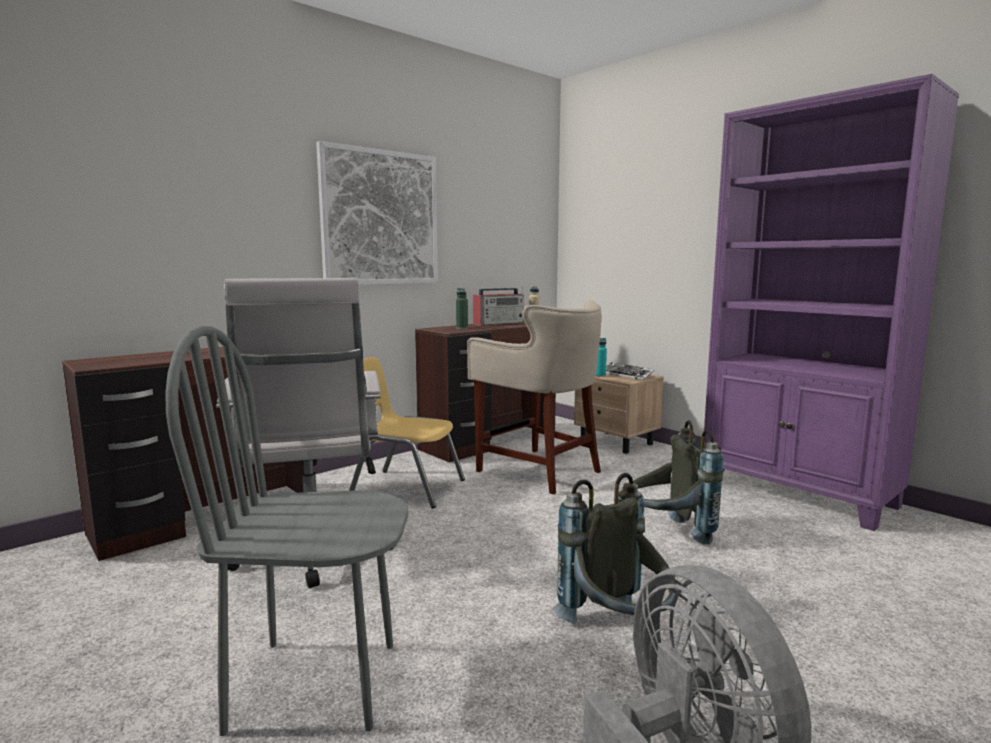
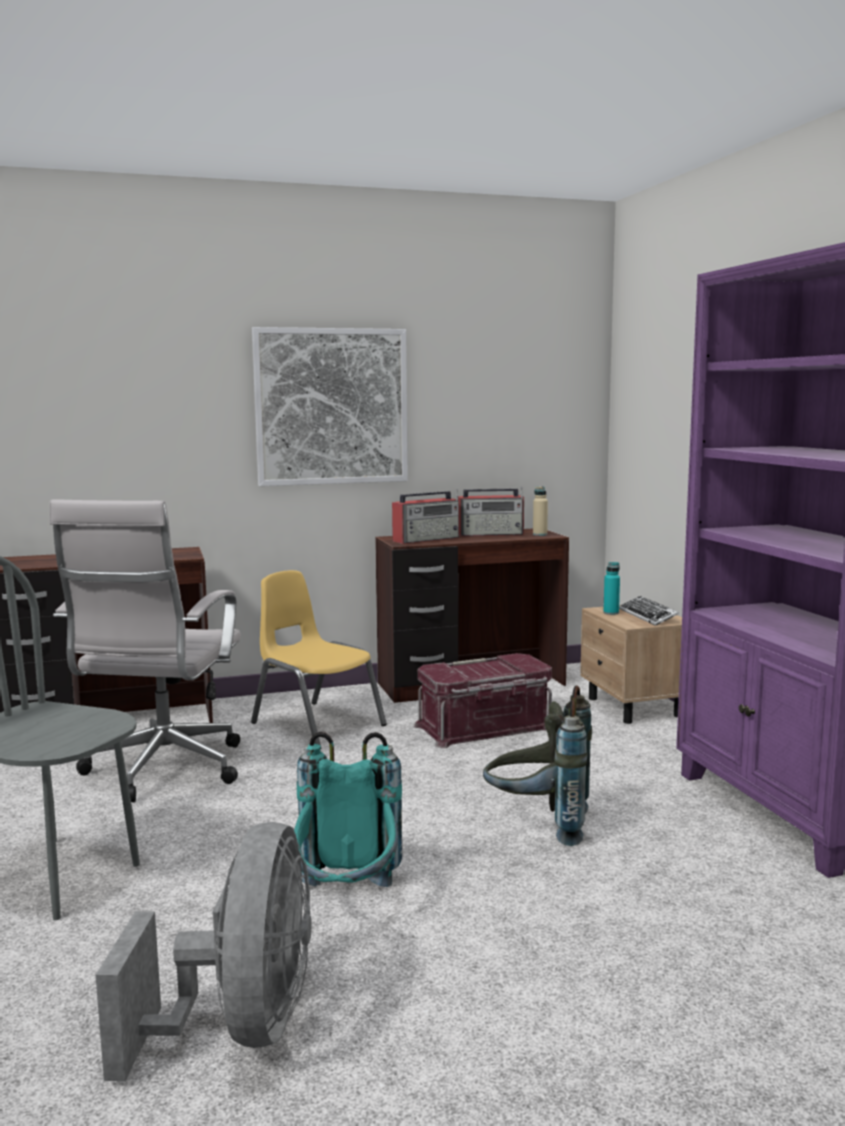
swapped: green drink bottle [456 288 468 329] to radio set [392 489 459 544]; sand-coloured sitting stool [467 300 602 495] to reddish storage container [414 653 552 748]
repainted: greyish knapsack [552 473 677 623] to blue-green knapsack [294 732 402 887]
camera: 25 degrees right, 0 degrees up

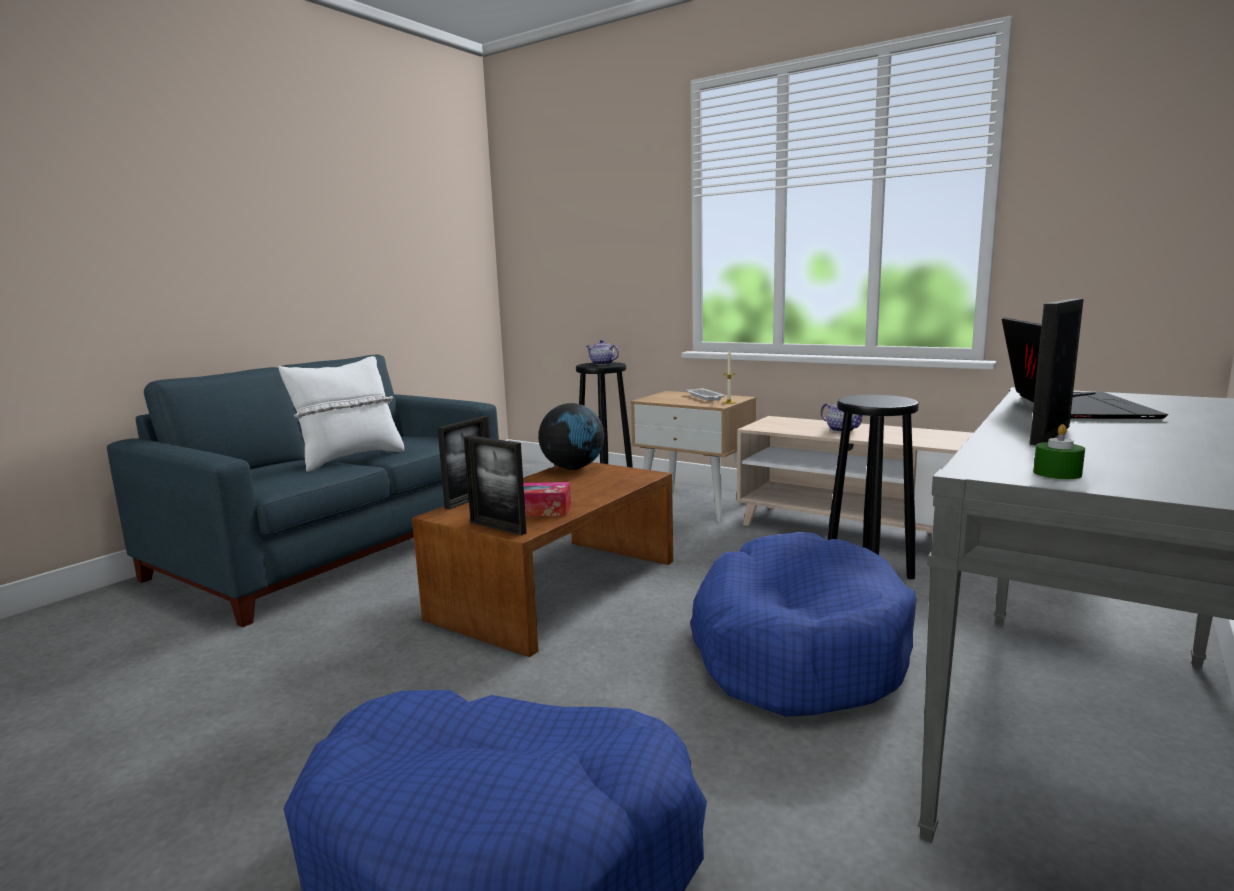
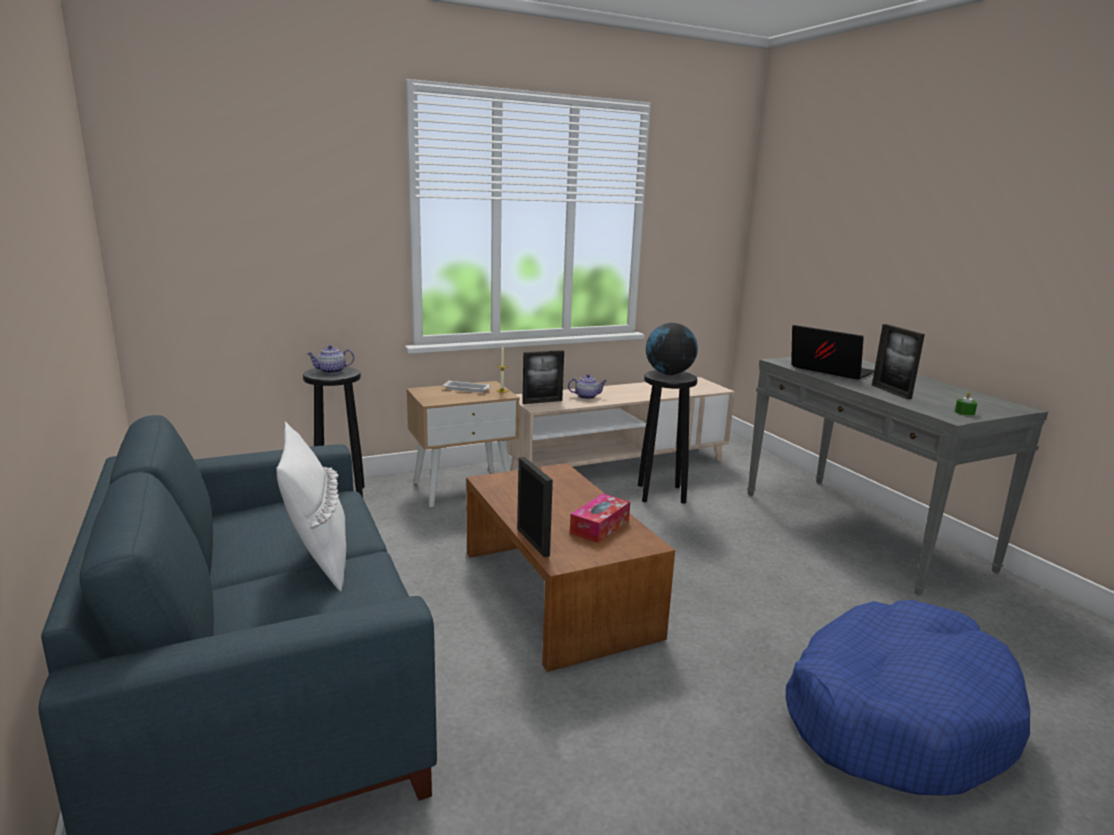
gone: blue dog cushion [690 532 917 717]
shifted: photo frame [464 435 527 536] to [522 350 564 404]; world globe [538 403 604 470] to [646 323 698 375]
camera: 60 degrees left, 5 degrees up

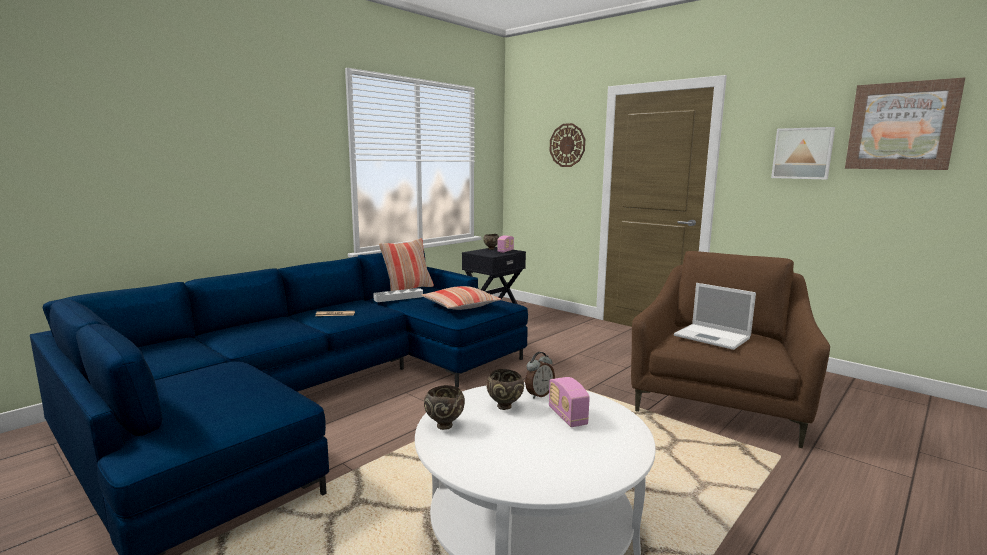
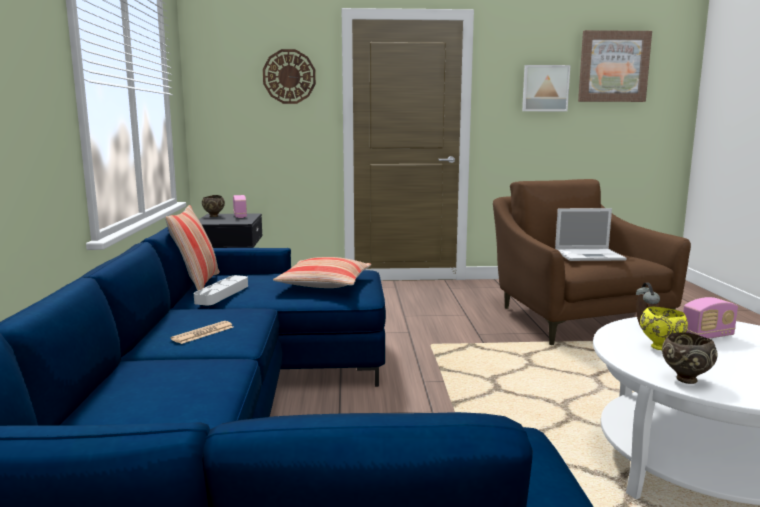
repainted: brown deep dish [486 369 524 410] to yellowish deep dish [640 307 688 350]
rotated: radio set [549 377 590 427] = [683 297 738 339] 45 degrees counterclockwise
camera: 45 degrees left, 0 degrees up

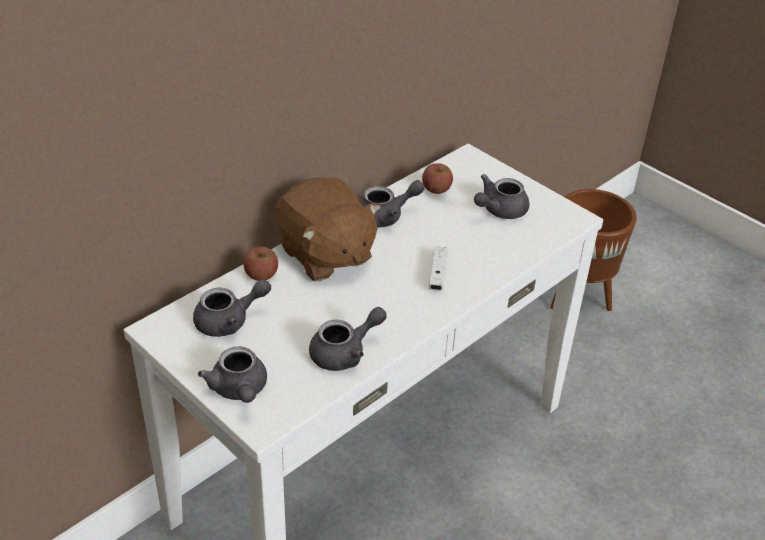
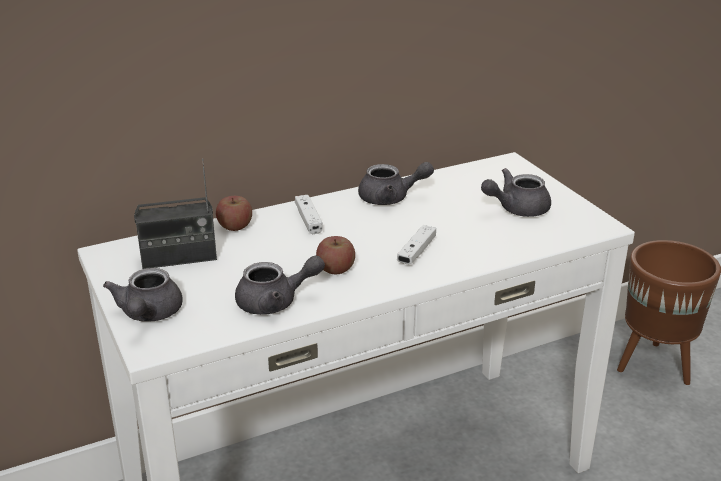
shifted: apple [422 163 453 194] to [316 236 355 274]
swapped: greyish pot for tea [193 279 271 337] to radio set [134 158 217 269]; brown plush toy [275 177 381 281] to white-coloured joypad [295 195 323 234]
camera: 20 degrees right, 10 degrees down

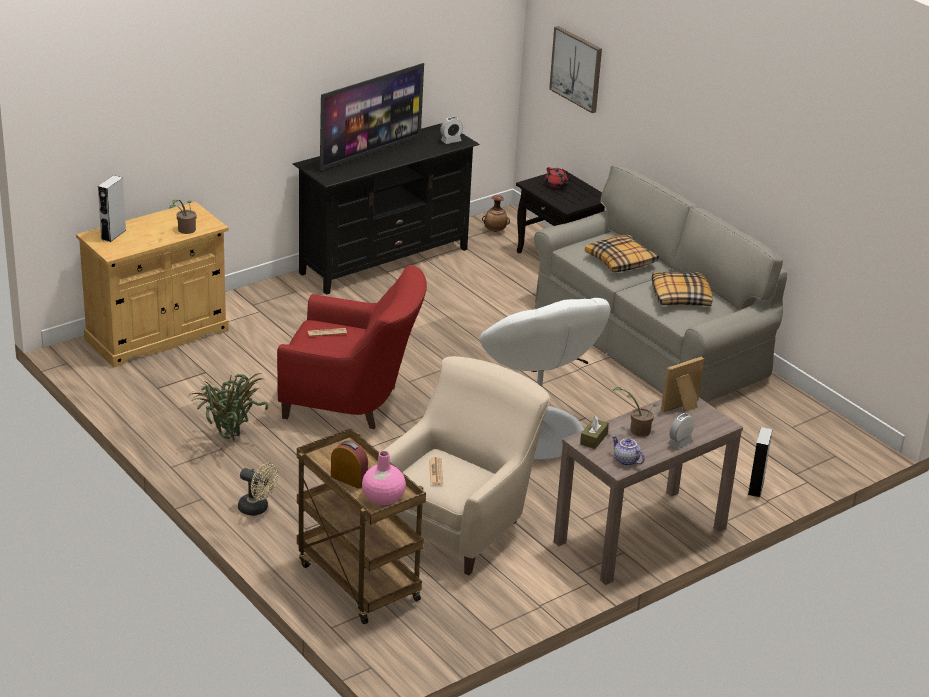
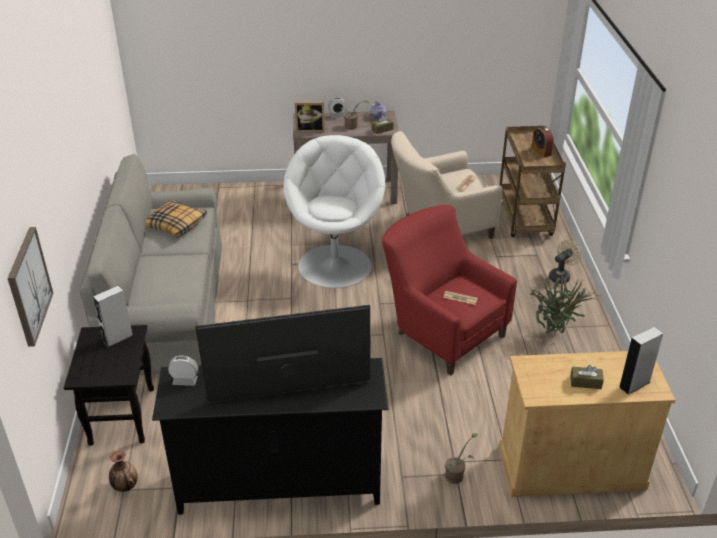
gone: pinkish vase [362 451 406 505]; reddish pot for tea [545 167 568 188]; throw pillow [585 235 659 272]
new: brown tissue holder [570 365 604 389]
shifted: plant in a pot [169 200 197 234] to [445 433 478 484]; greyish loudspeaker [748 427 773 497] to [93 286 133 347]
rotated: sand-coloured cooling fan [238 463 278 516] = [549 240 581 284] 75 degrees clockwise
camera: 145 degrees left, 5 degrees up

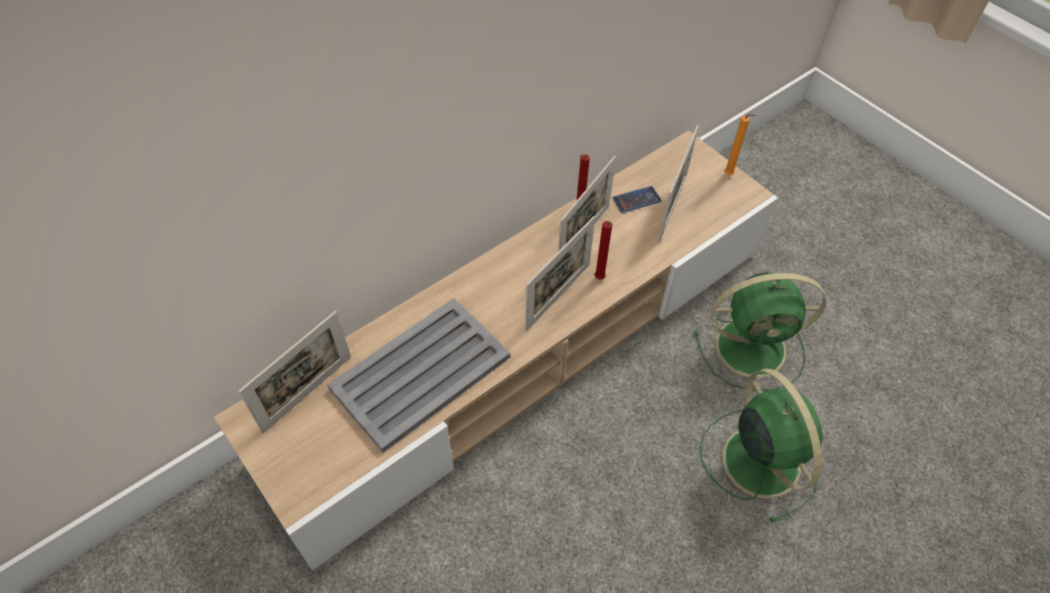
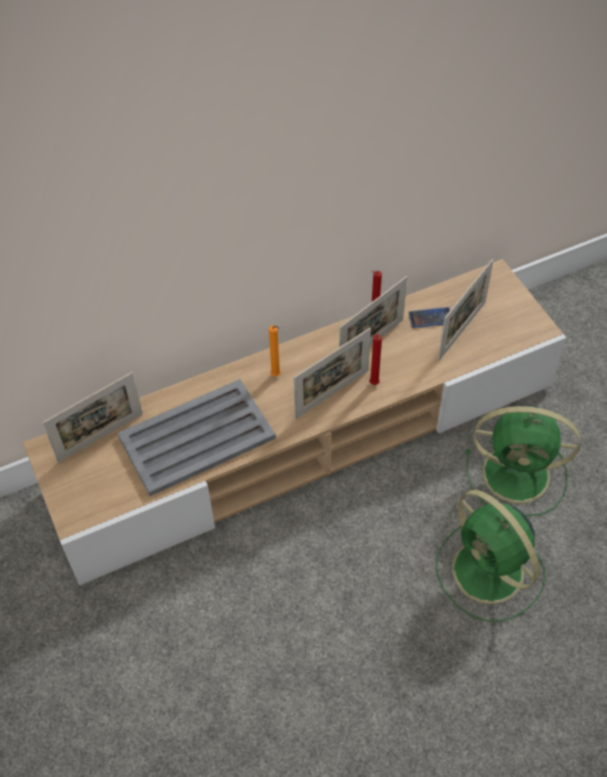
shifted: orangey wax light [724 114 756 175] to [269 325 281 376]
rotated: green cooling fan [700 368 823 523] = [436 490 546 622] 150 degrees clockwise
camera: 15 degrees right, 0 degrees up

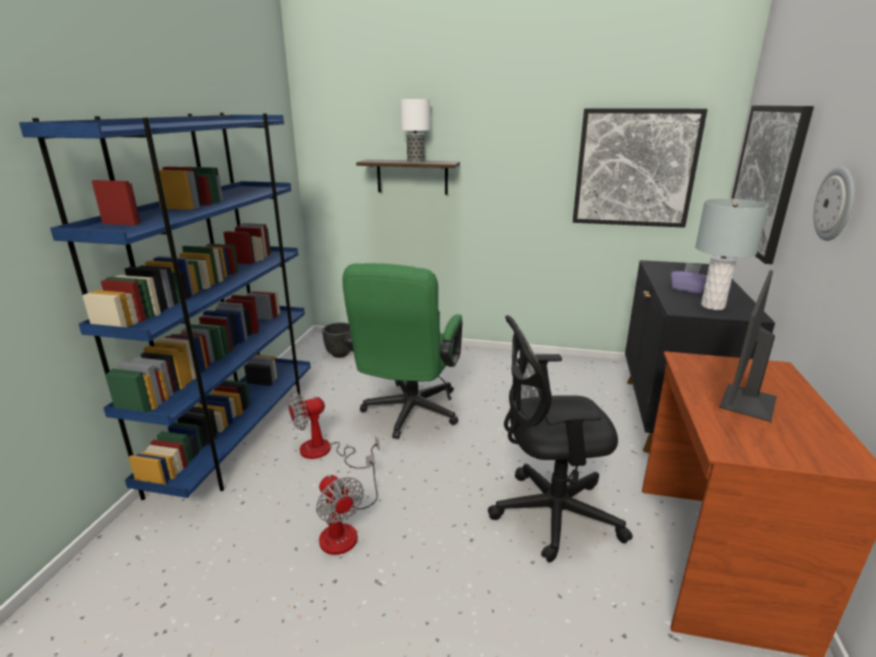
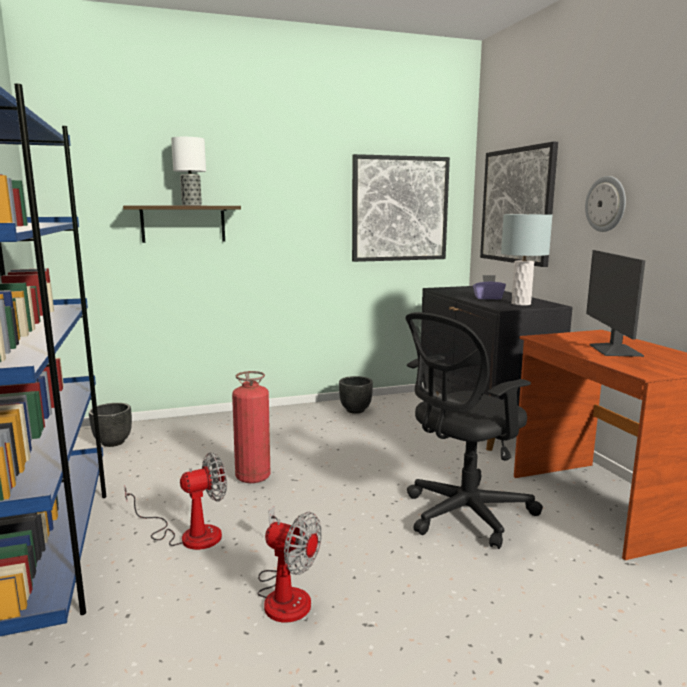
new: black-coloured plant pot [339 376 373 414]
swapped: green office chair [342 263 463 439] to extinguisher [232 371 270 483]
rotated: cooling fan [288 392 380 469] = [124 452 227 550] 150 degrees counterclockwise
camera: 30 degrees left, 10 degrees down

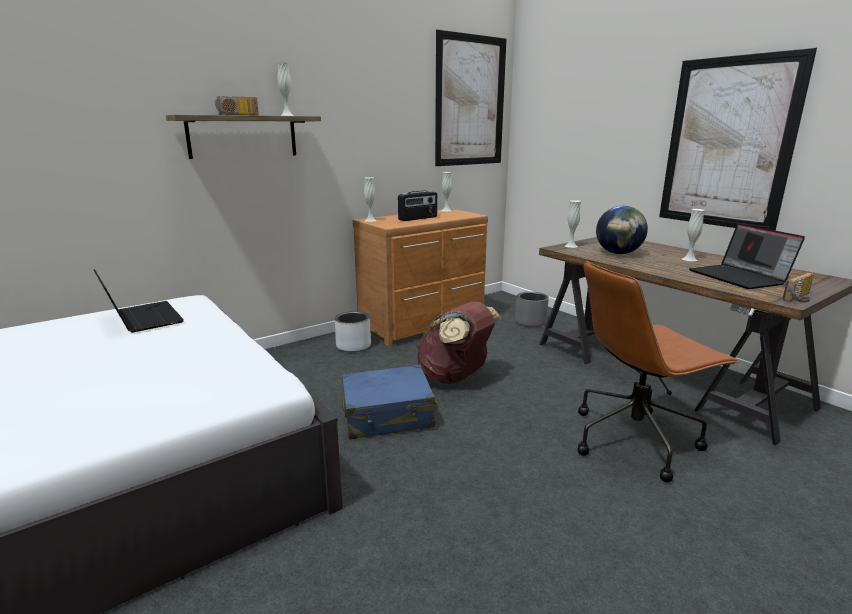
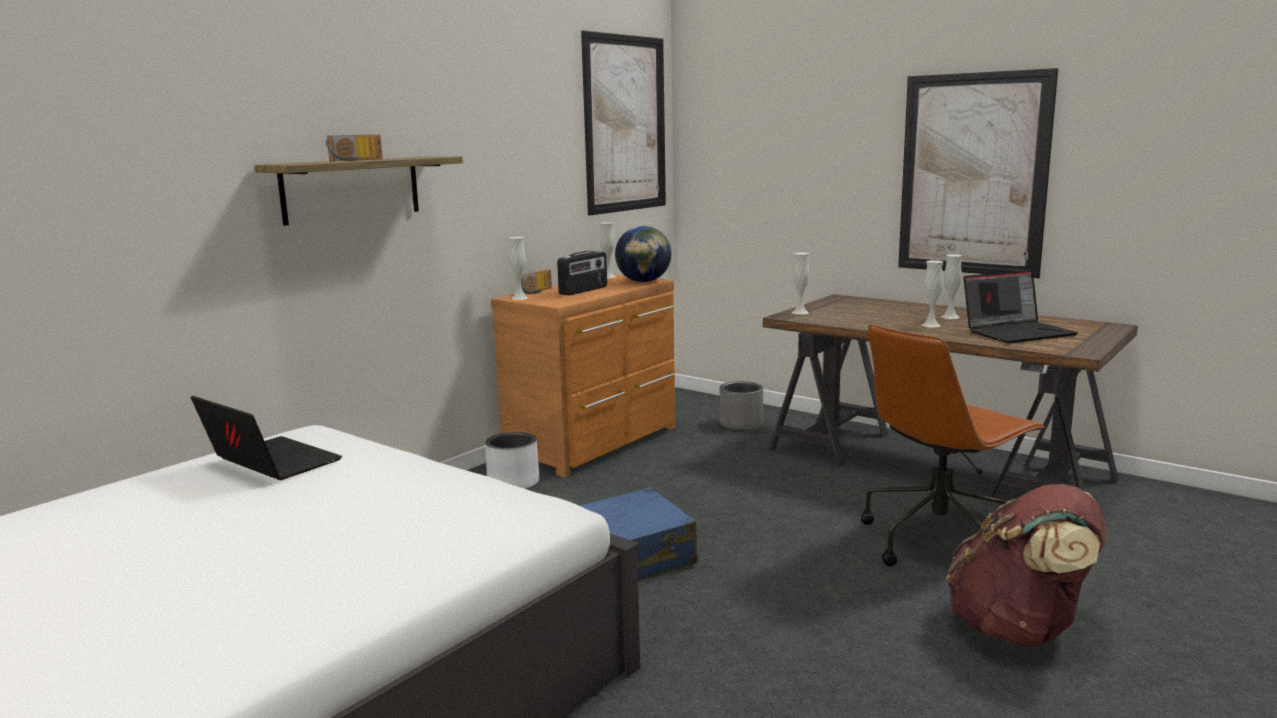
shifted: white-coloured vase [277 62 293 116] to [922 260 943 327]; brown knapsack [417 302 501 384] to [946 484 1106 647]; world globe [596 206 648 254] to [615 226 671 282]; radio set [783 273 814 303] to [521 269 552 294]
rotated: laptop [689 223 805 289] = [963 270 1078 343] 75 degrees counterclockwise
camera: 15 degrees left, 5 degrees down

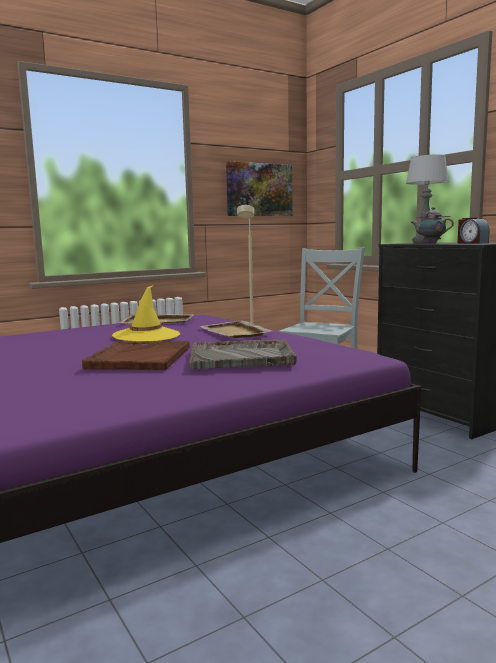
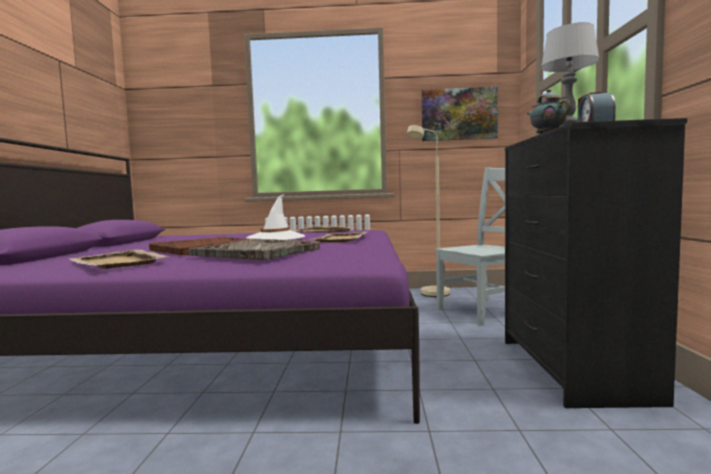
new: sand-coloured tray [69 249 169 269]
repainted: yellowish clothing hat [112 285 180 342] to white-coloured clothing hat [246 194 305 240]
camera: 35 degrees right, 5 degrees down

